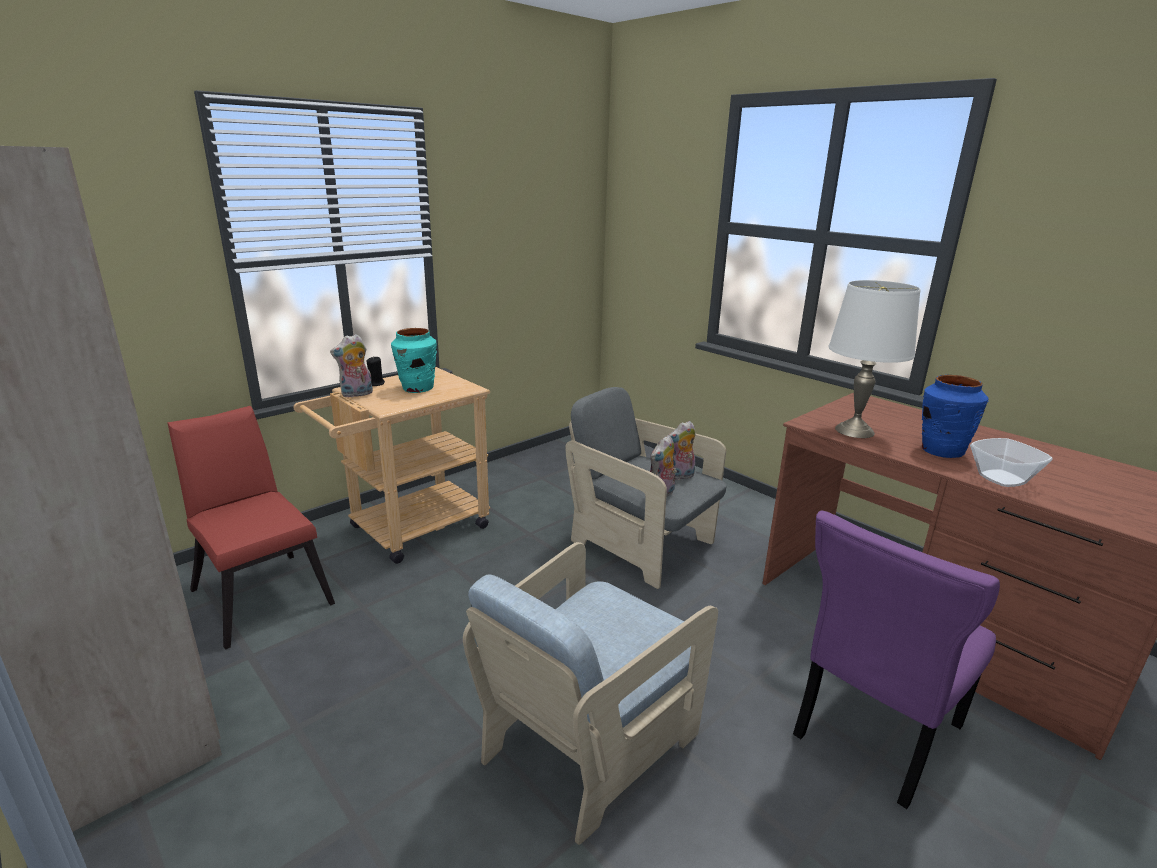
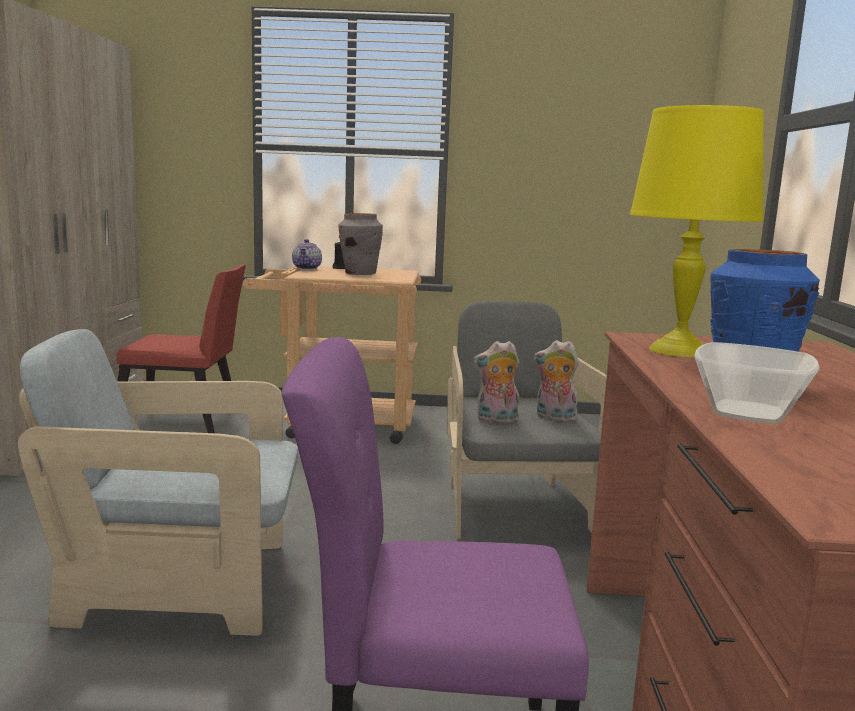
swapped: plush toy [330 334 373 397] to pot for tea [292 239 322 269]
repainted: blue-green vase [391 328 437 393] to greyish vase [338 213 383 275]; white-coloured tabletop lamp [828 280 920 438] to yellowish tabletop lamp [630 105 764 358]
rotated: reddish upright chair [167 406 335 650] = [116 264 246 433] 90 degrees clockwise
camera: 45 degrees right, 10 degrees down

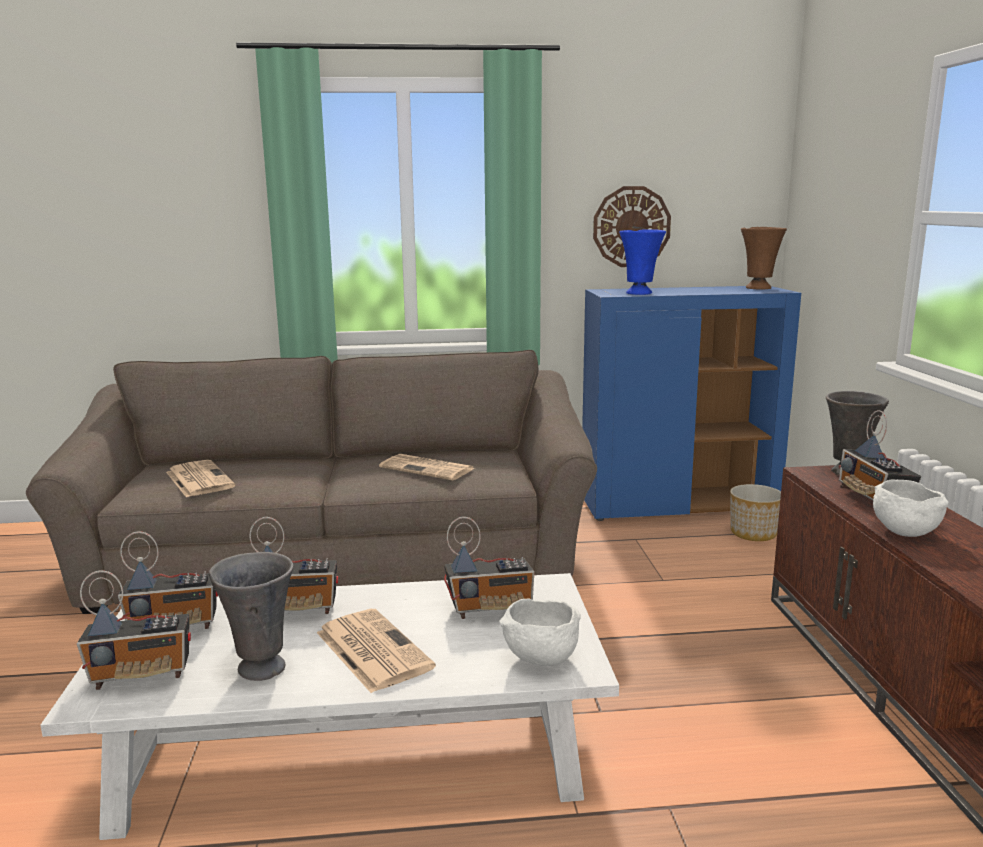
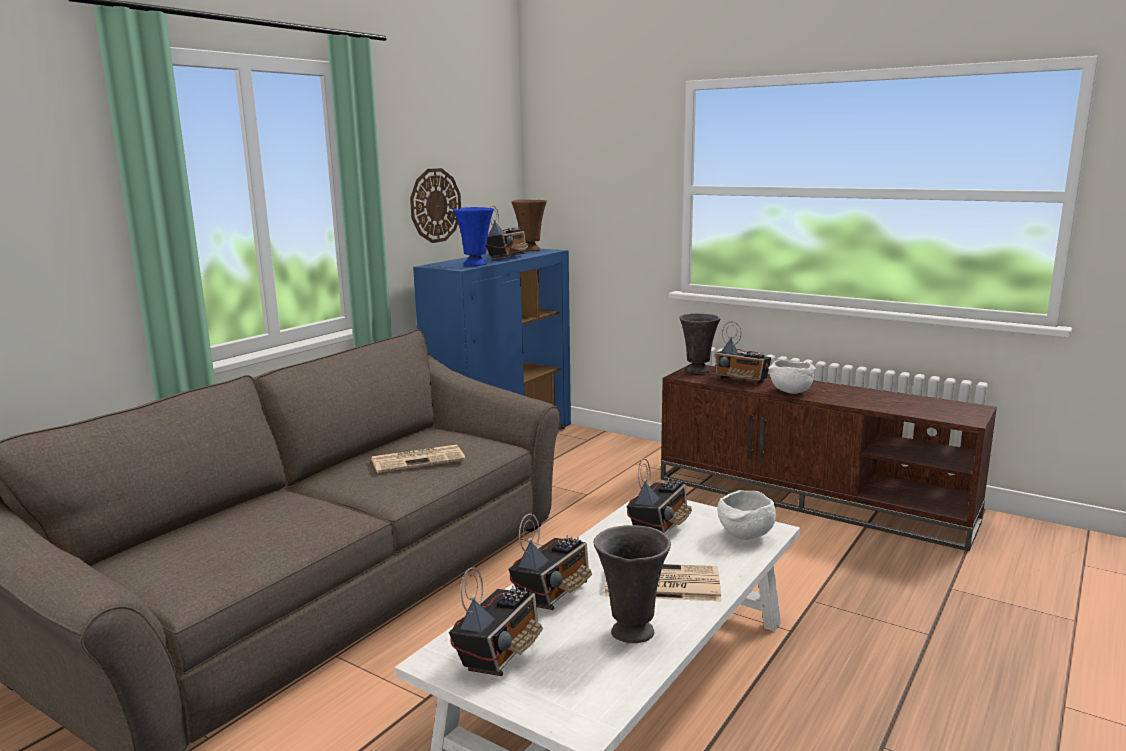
gone: daily paper [166 460 235 497]; plant pot [730 484 781 541]
shifted: radio set [77 570 191 690] to [487 205 528 260]
camera: 50 degrees left, 0 degrees up

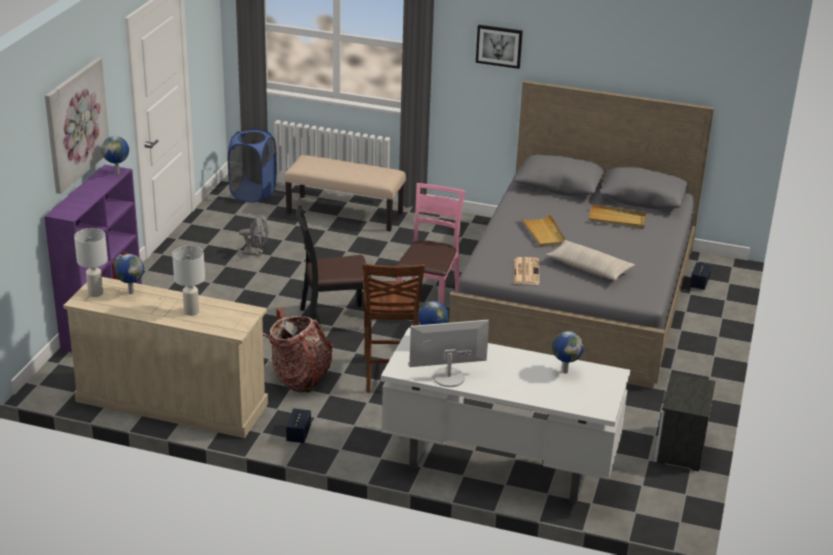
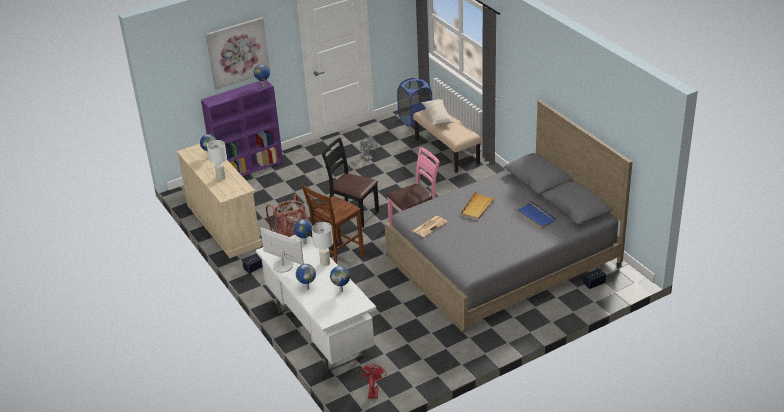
gone: picture [476 25 523 69]; nightstand [654 373 716 472]
new: world globe [296 264 316 290]; reddish cooling fan [359 364 386 399]
shifted: white-coloured tabletop lamp [74 228 108 297] to [312 222 333 266]; sand-coloured throw pillow [546 240 635 281] to [422 99 454 126]
repainted: sand-coloured tray [588 204 646 229] to blue tray [514 200 557 229]
camera: 45 degrees right, 5 degrees up

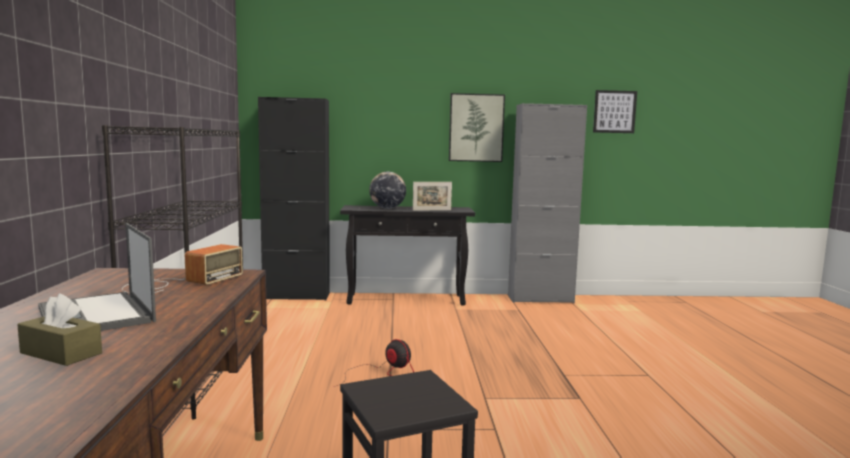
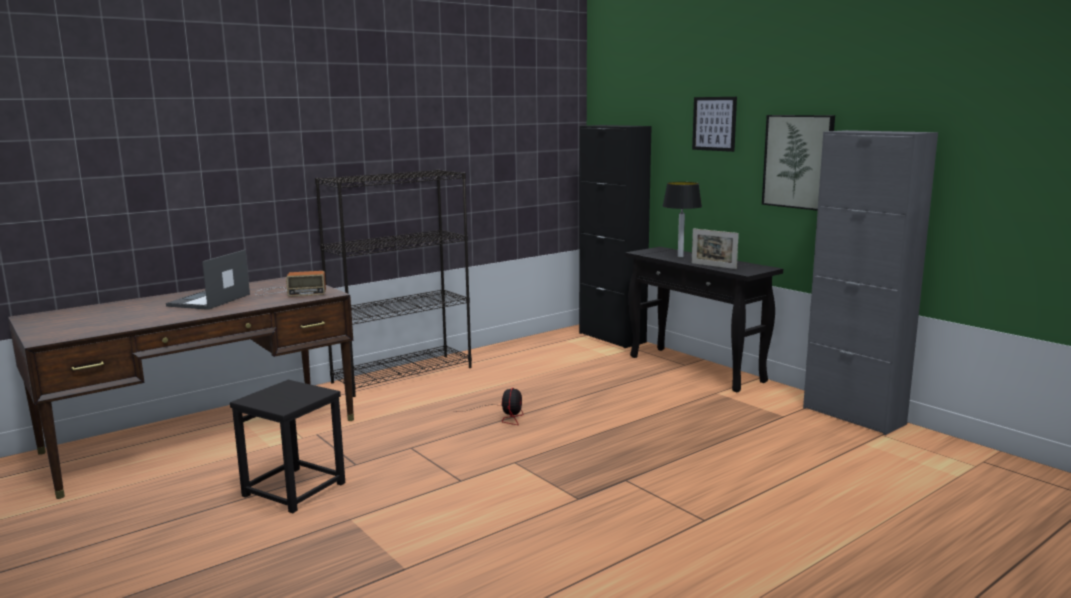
gone: brown tissue holder [17 293 102 366]
shifted: picture [593 90 637 133] to [692 97 737 152]
swapped: world globe [369 172 406 209] to tabletop lamp [663 182 702 257]
camera: 55 degrees right, 5 degrees up

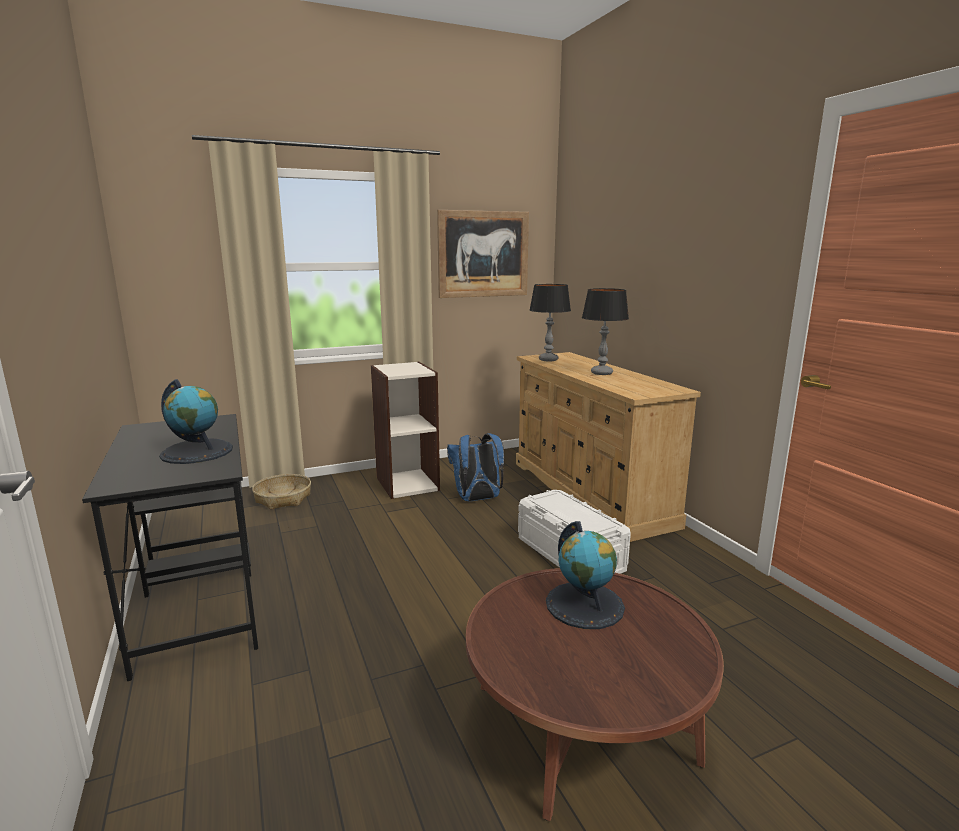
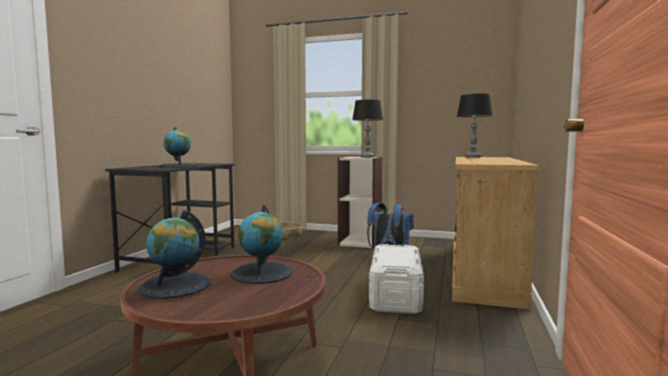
gone: picture [437 210 529 298]
new: world globe [138 210 210 299]
shifted: tabletop lamp [582 288 629 375] to [352 100 383 158]
camera: 40 degrees right, 10 degrees down

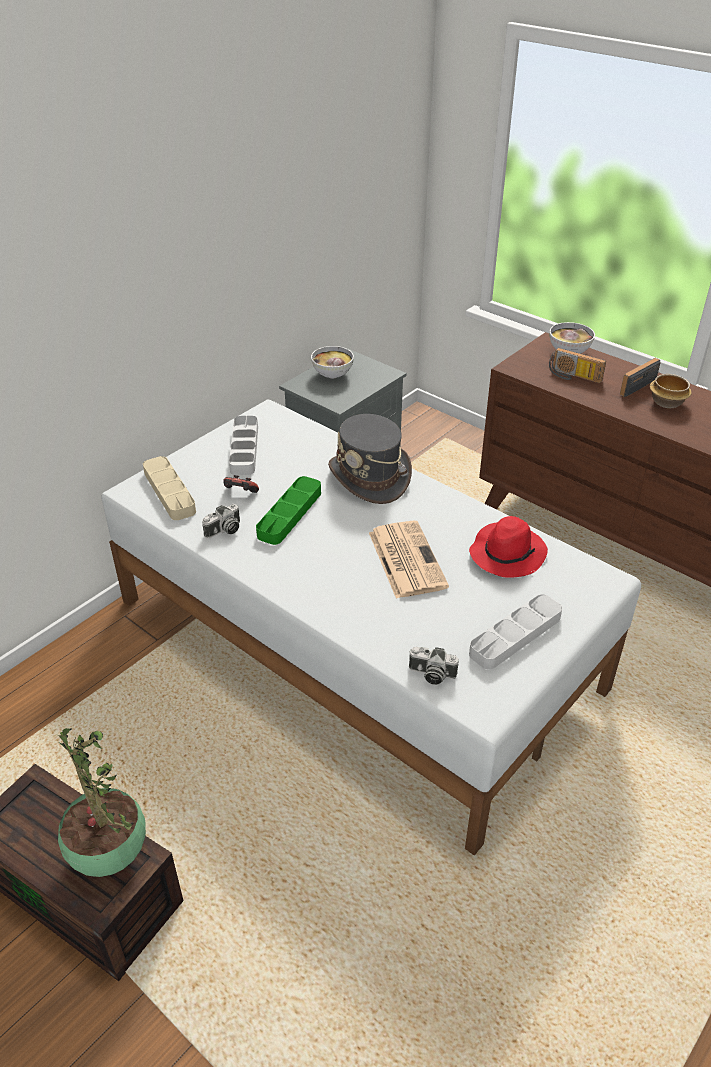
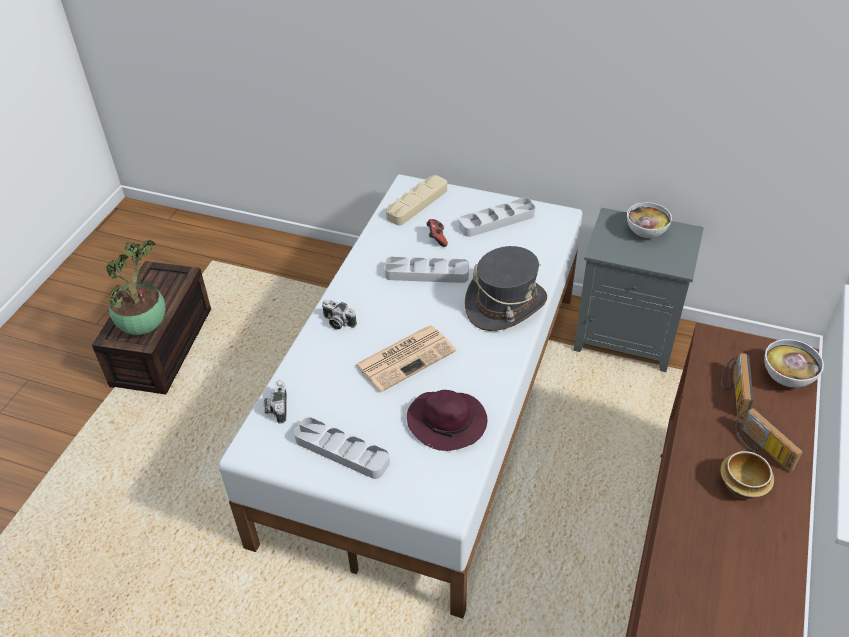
shifted: still camera [202 504 240 538] to [322 300 357 330]
repainted: green tray [256 476 321 545] to greyish tray [384 257 469 283]; reddish clothing hat [469 516 548 578] to purple clothing hat [407 390 487 451]
rotated: radio set [620 358 661 397] = [735 408 803 472] 150 degrees counterclockwise
camera: 70 degrees right, 5 degrees up

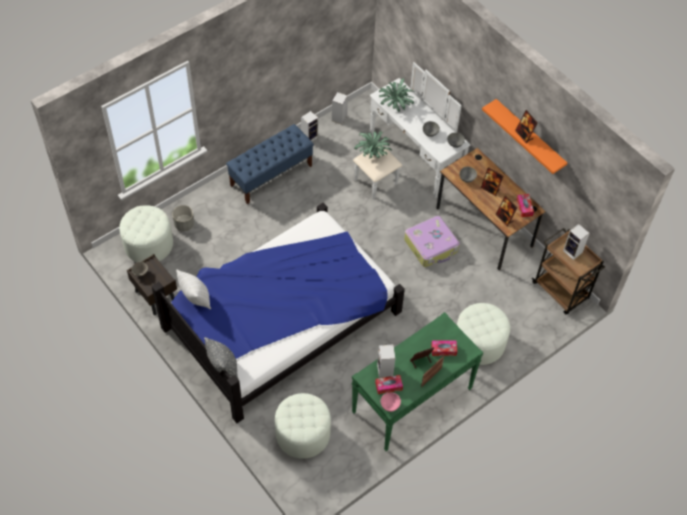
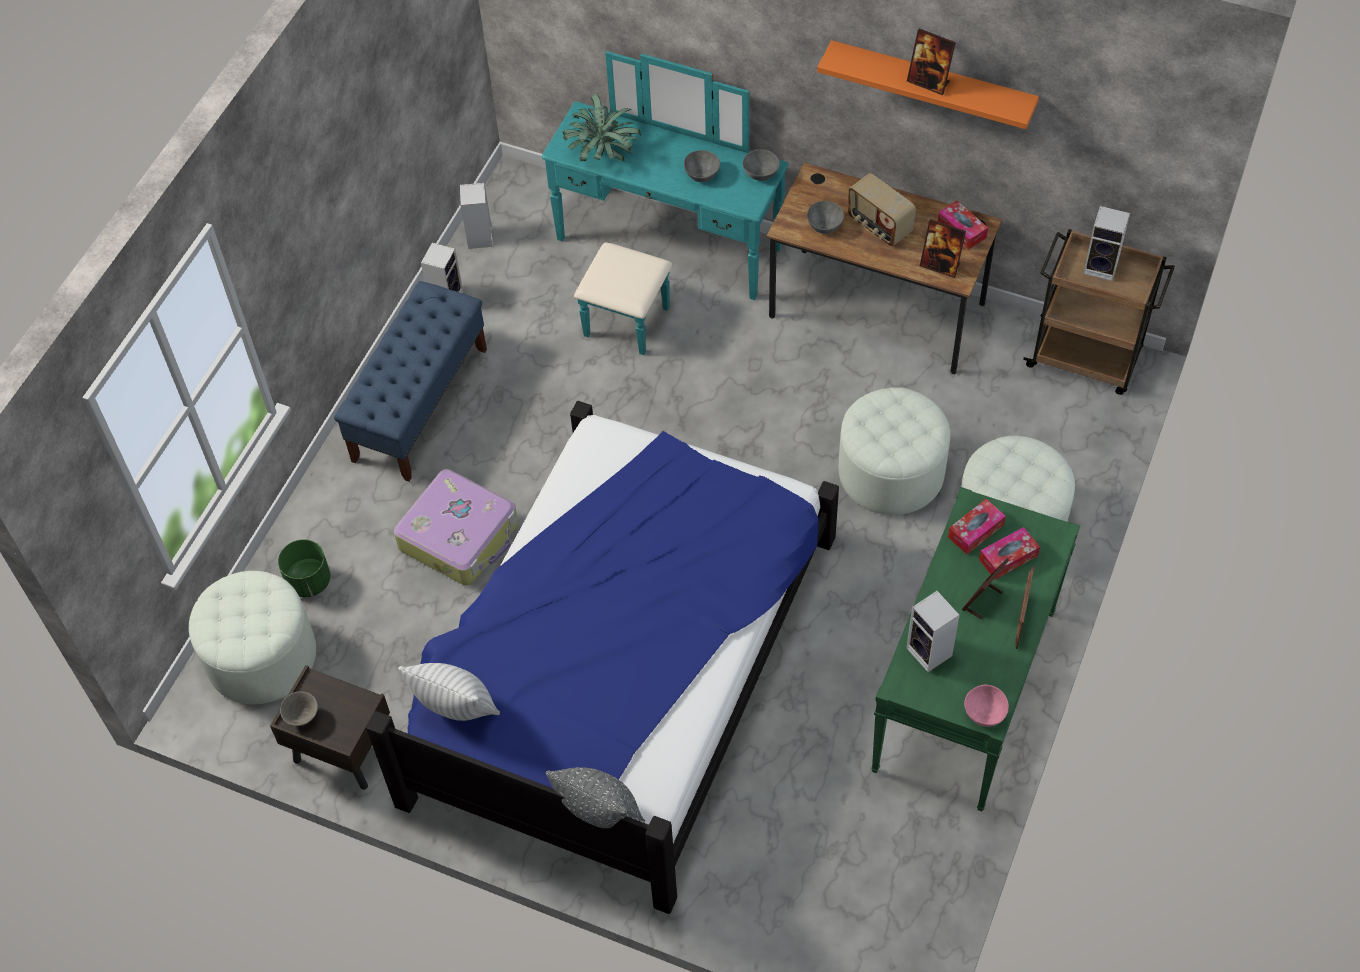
gone: plant in a pot [354 131 393 159]
shifted: white-coloured ottoman [275 393 331 459] to [839 387 950 515]; tissue holder [375 375 403 394] to [948 499 1006 554]; piece of luggage [404 216 460 267] to [394 469 518 585]
swapped: photo frame [481 167 503 196] to radio set [848 173 916 246]
repainted: greyish plant pot [172 205 194 231] to green plant pot [278 539 331 597]; white-coloured drawer chest [353 62 470 199] to blue-green drawer chest [542 51 789 355]
camera: 25 degrees left, 0 degrees up

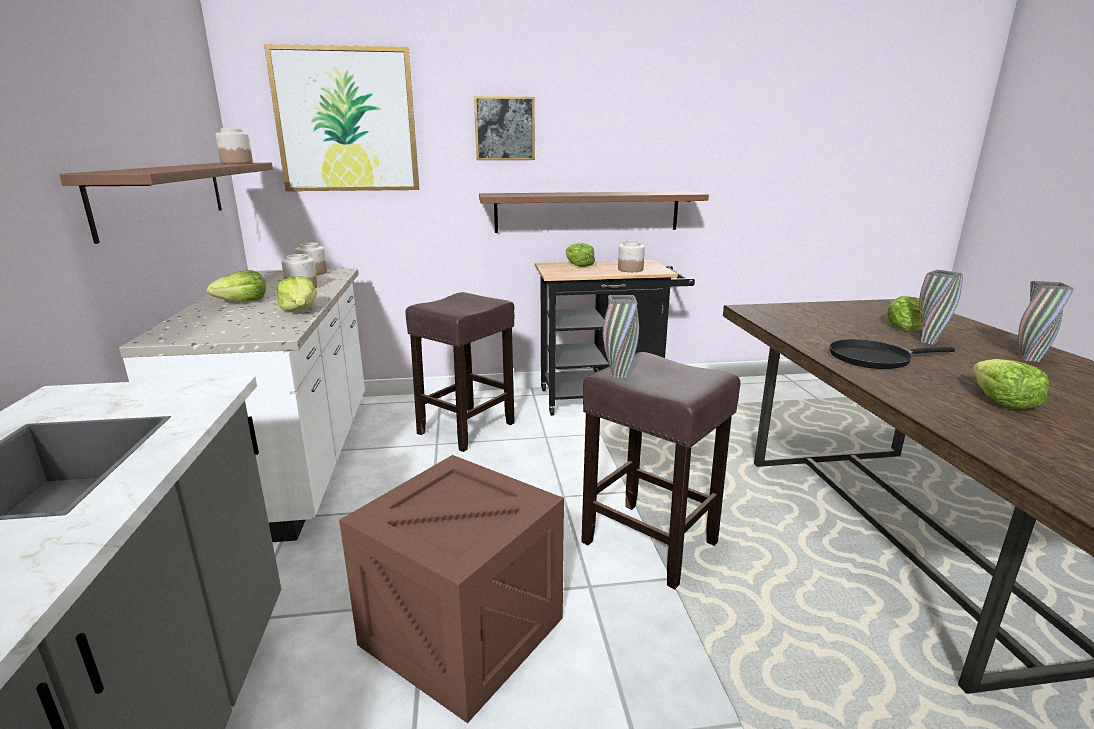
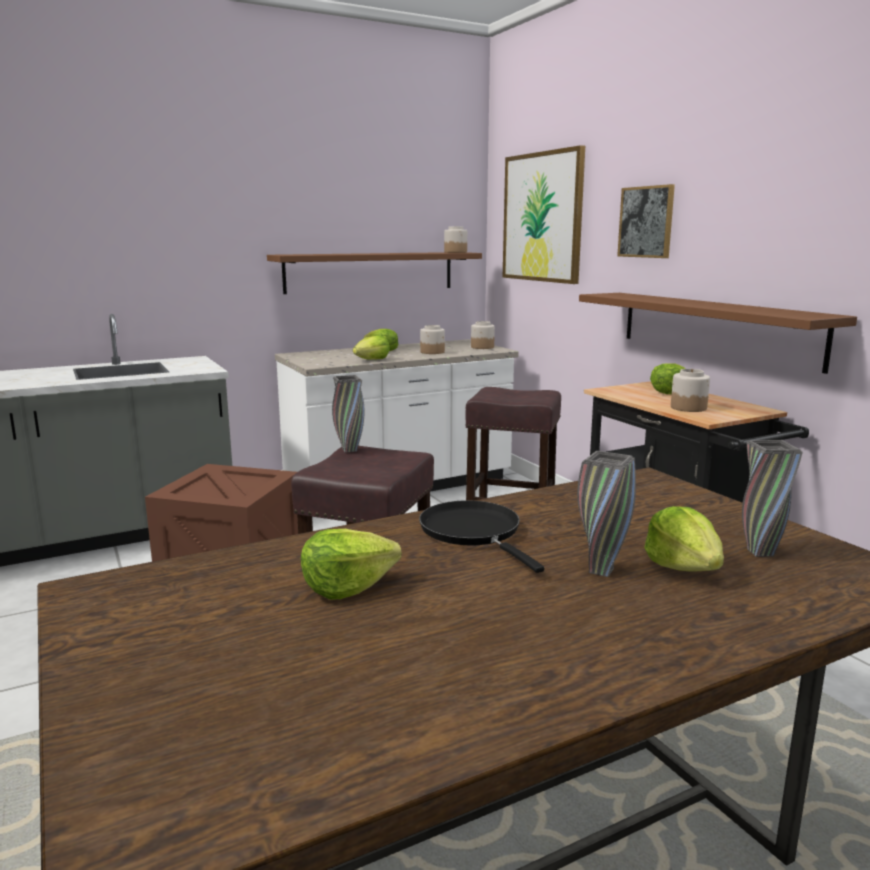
shifted: greyish vase [1018 281 1074 362] to [742 440 803 557]
camera: 70 degrees right, 5 degrees down

